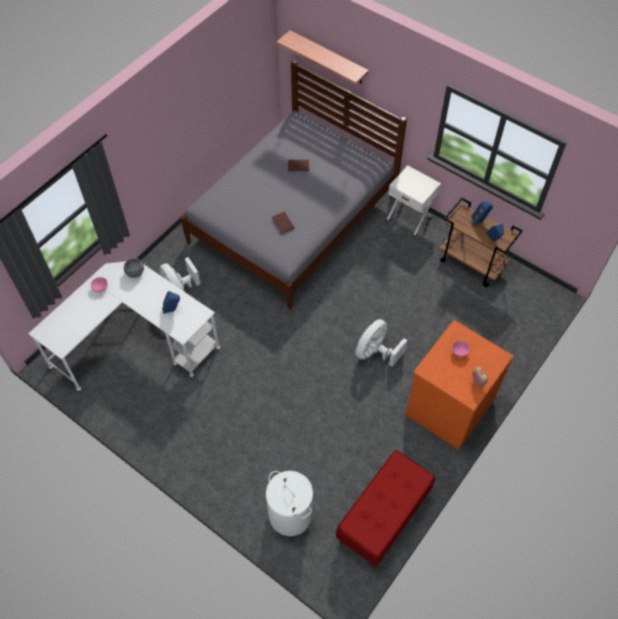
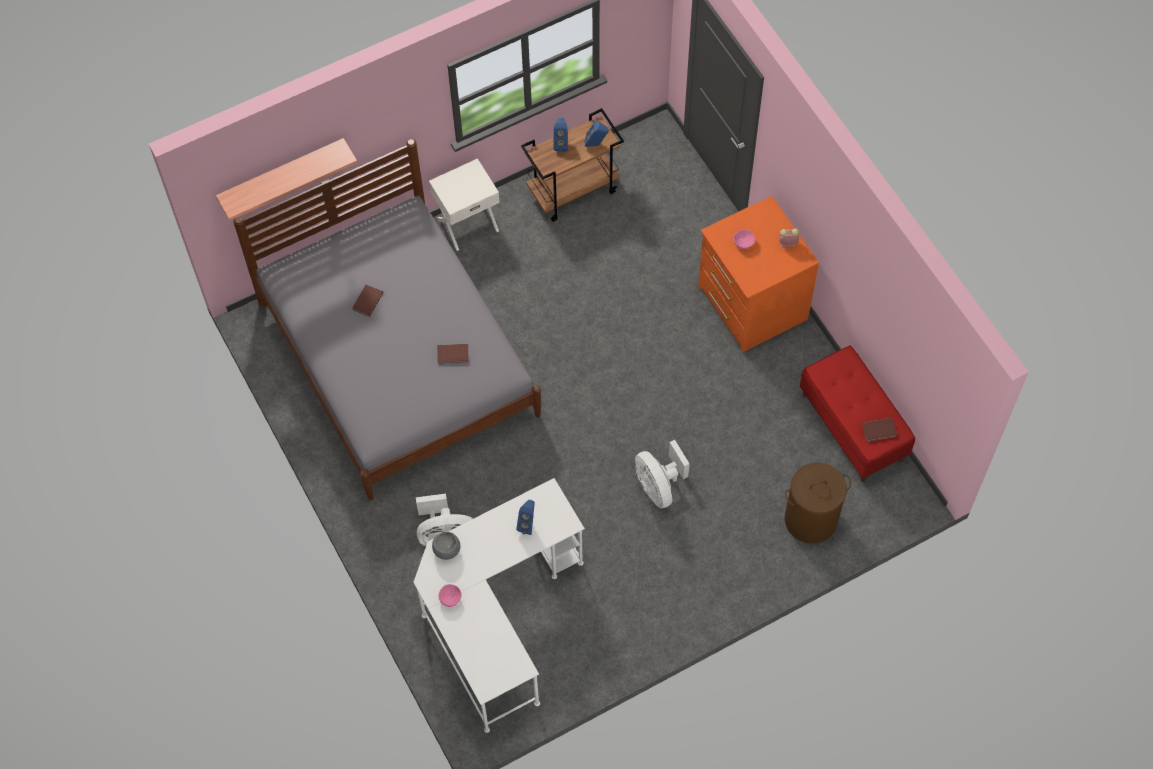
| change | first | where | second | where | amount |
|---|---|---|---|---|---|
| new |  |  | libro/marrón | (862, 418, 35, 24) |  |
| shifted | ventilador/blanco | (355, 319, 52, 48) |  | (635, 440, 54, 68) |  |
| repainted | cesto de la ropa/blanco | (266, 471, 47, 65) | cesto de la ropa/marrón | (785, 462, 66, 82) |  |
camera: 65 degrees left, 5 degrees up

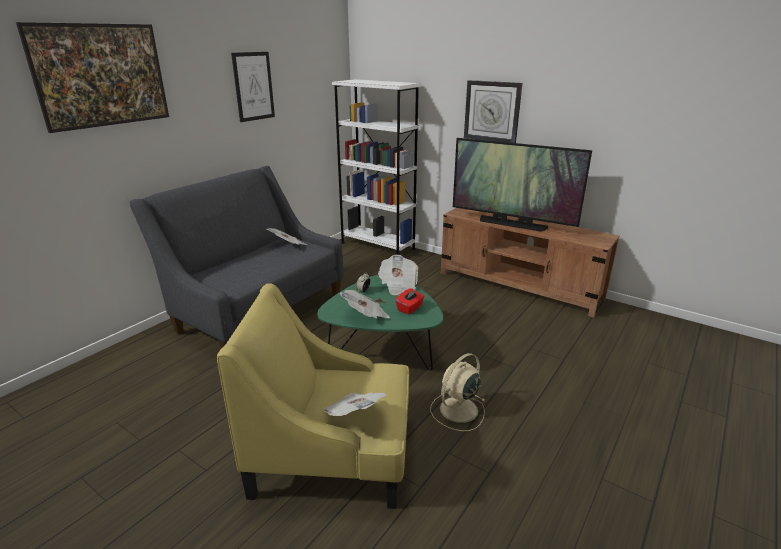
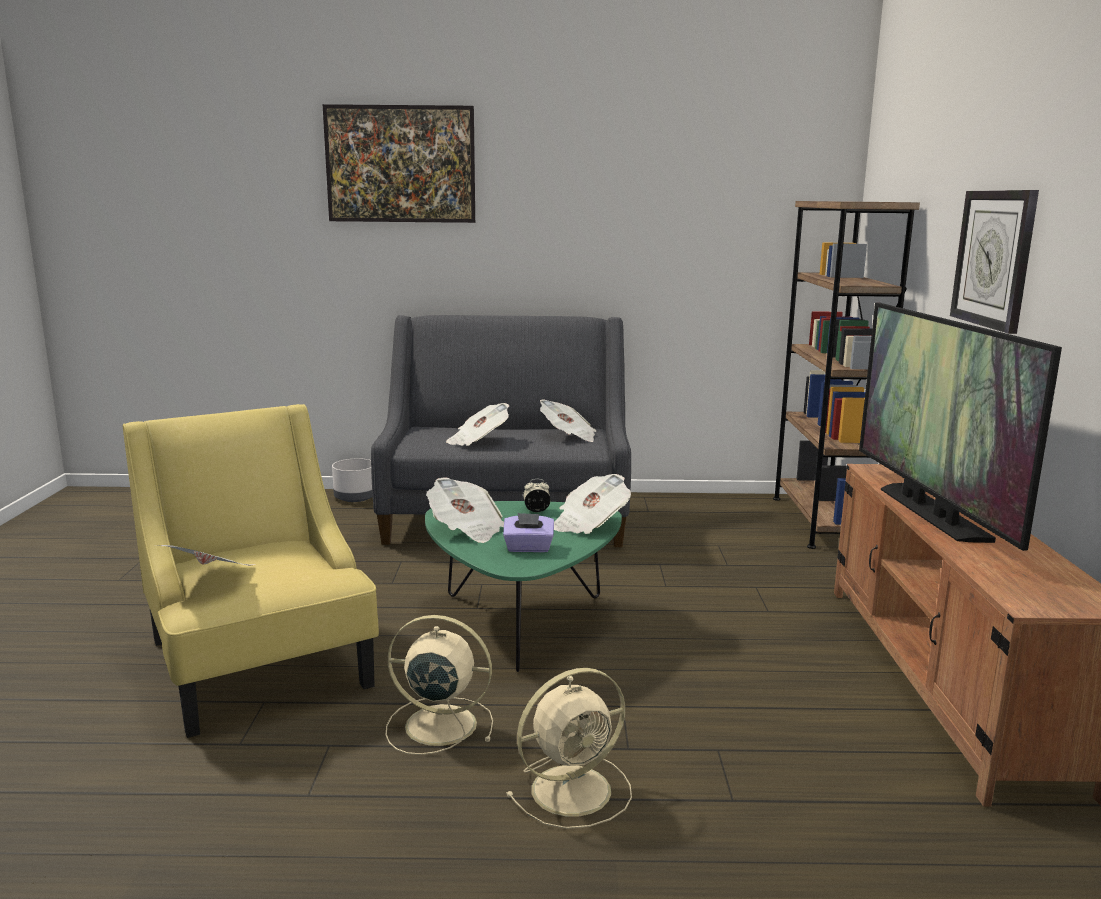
| change | first | where | second | where | amount |
|---|---|---|---|---|---|
| gone | cuadro | (231, 52, 44, 70) |  |  |  |
| new |  |  | maceta/gris | (332, 458, 41, 44) |  |
| new |  |  | periódico | (446, 403, 63, 43) |  |
| new |  |  | ventilador/beis | (506, 668, 126, 161) |  |
| repainted | estantería/blanco | (332, 79, 89, 176) | estantería/marrón | (773, 201, 147, 348) |  |
| repainted | caja de pañuelos/rojo | (396, 288, 28, 26) | caja de pañuelos/morado | (503, 513, 51, 39) |  |
camera: 55 degrees right, 10 degrees down

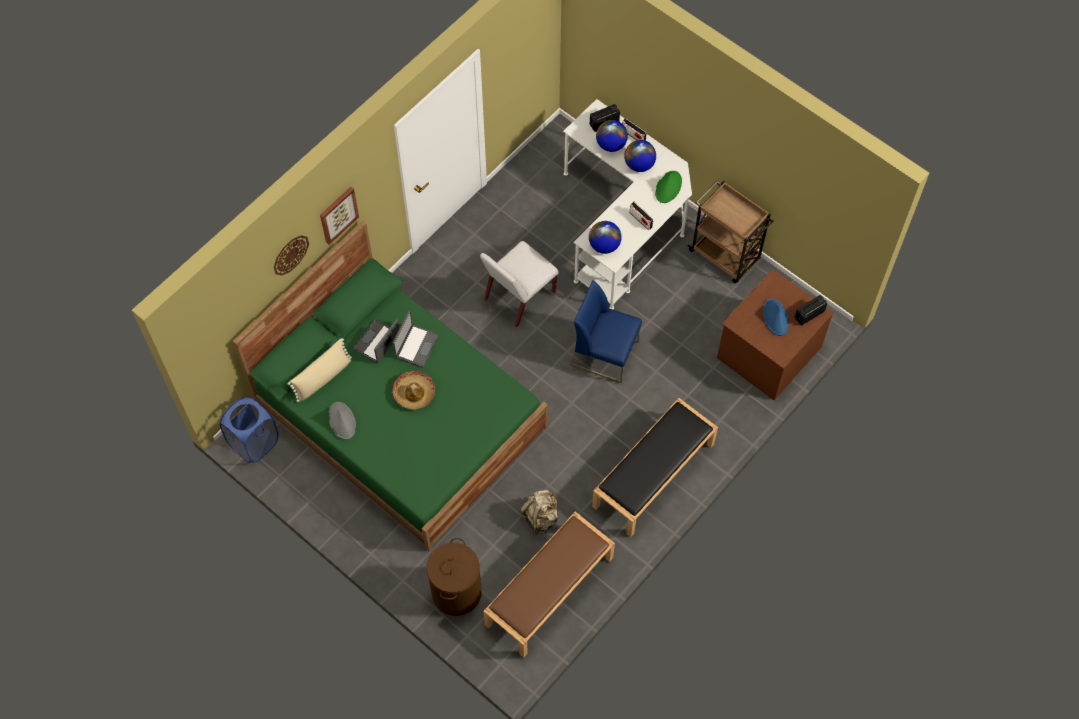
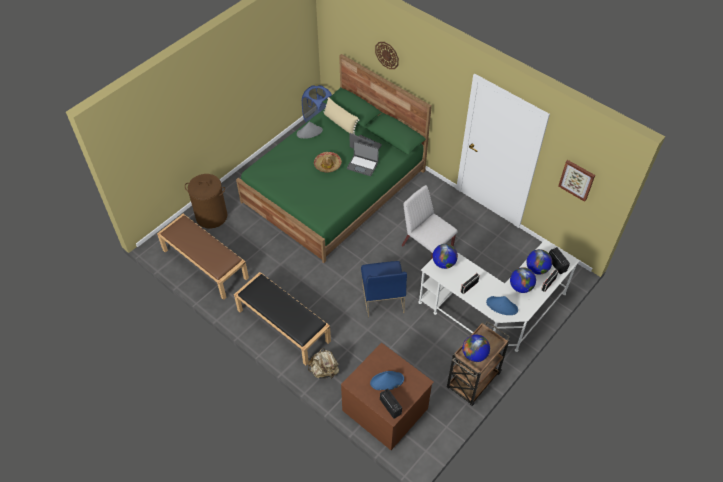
| change | first | where | second | where | amount |
|---|---|---|---|---|---|
| new |  |  | globo terráqueo | (462, 334, 28, 28) |  |
| shifted | cuadro | (320, 187, 39, 58) |  | (558, 160, 37, 42) |  |
| shifted | mochila/beis | (520, 490, 38, 45) |  | (308, 348, 31, 31) |  |
| repainted | sombrero/verde | (655, 171, 27, 32) | sombrero/azul | (486, 296, 32, 19) |  |
| rotated | silla/azul | (571, 280, 71, 103) |  | (361, 261, 46, 56) | 150 degrees clockwise |
camera: 90 degrees right, 10 degrees down

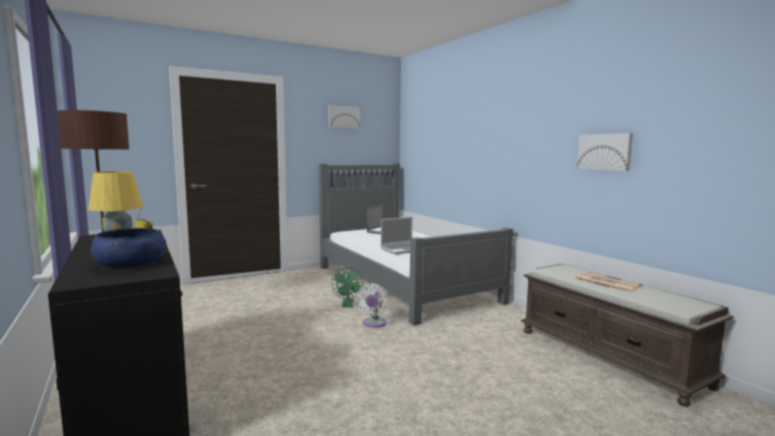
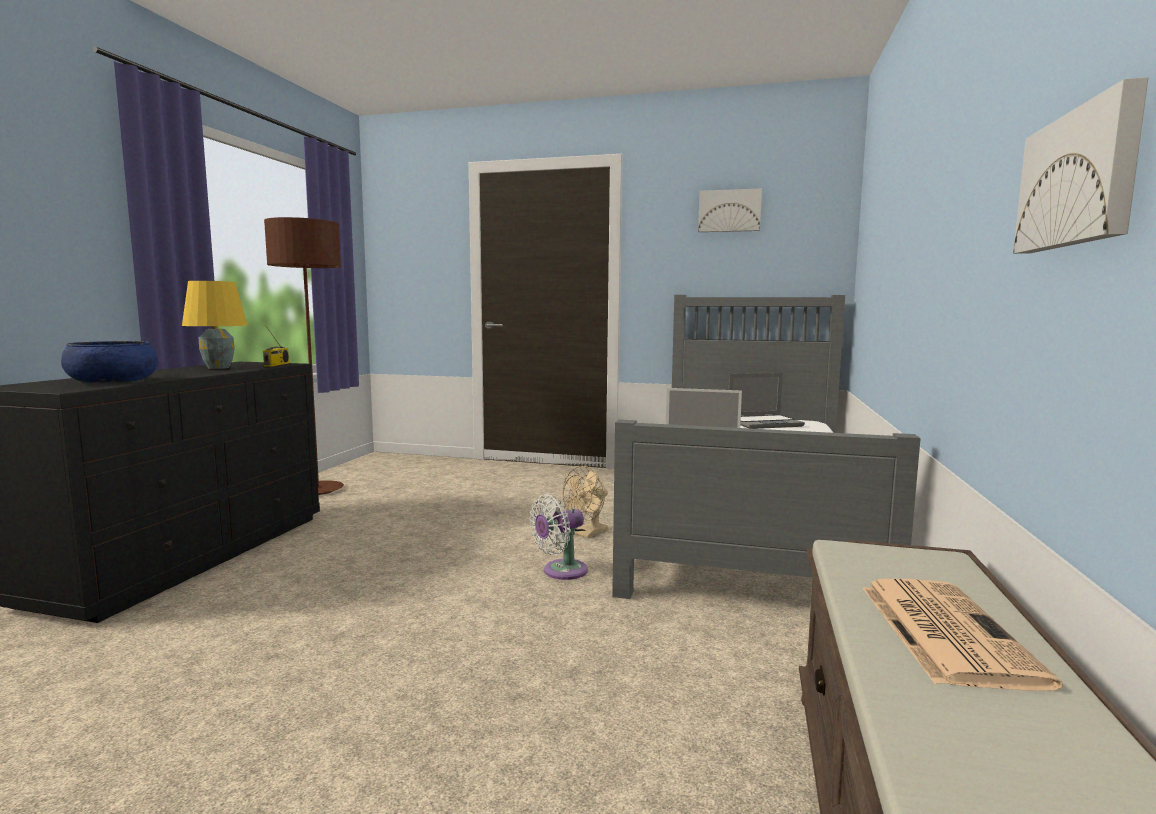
| change | first | where | second | where | amount |
|---|---|---|---|---|---|
| repainted | ventilador/verde | (332, 268, 31, 39) | ventilador/beis | (562, 466, 46, 72) |  |
camera: 45 degrees right, 0 degrees up

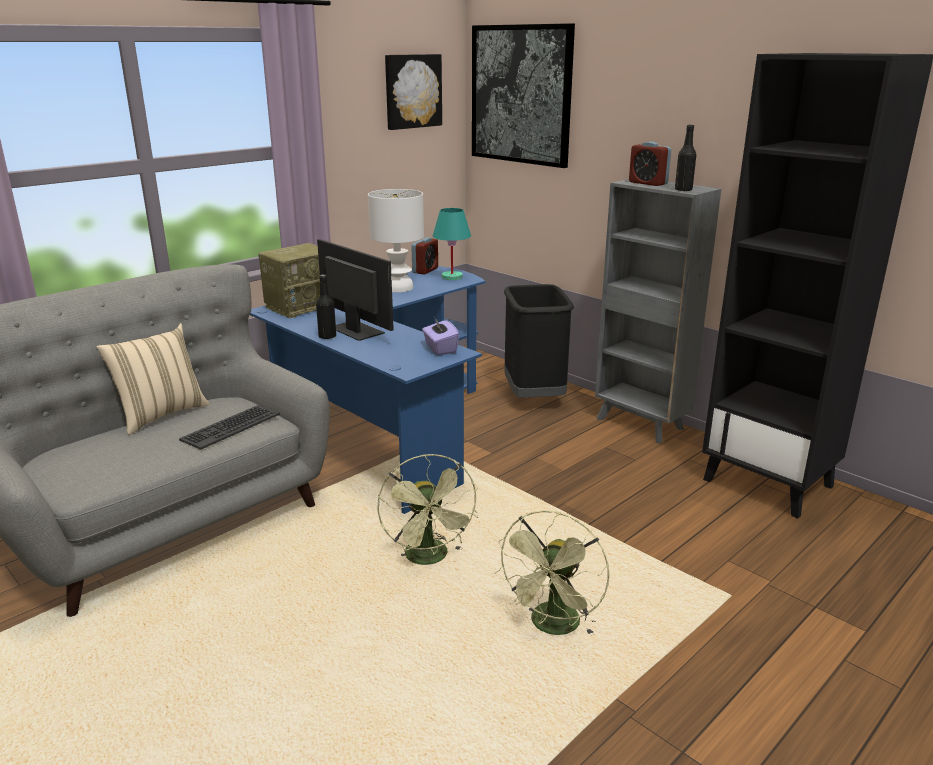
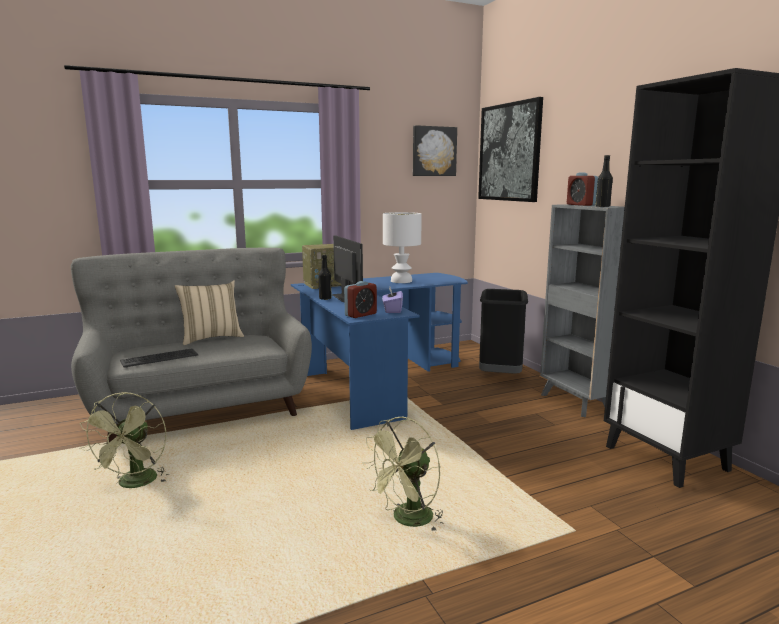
| change | first | where | second | where | amount |
|---|---|---|---|---|---|
| gone | lámpara de mesa/turquesa | (433, 208, 38, 72) |  |  |  |
| shifted | teclado | (179, 405, 101, 45) |  | (120, 349, 78, 19) |  |
| shifted | ventilador/verde | (377, 454, 101, 111) |  | (80, 392, 89, 96) |  |
| shifted | despertador | (411, 237, 27, 38) |  | (344, 281, 33, 37) |  |
camera: 20 degrees right, 10 degrees down

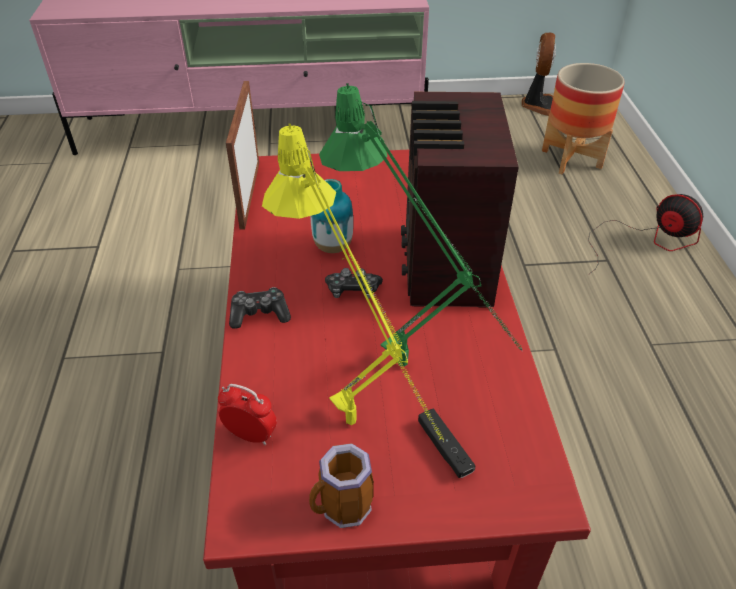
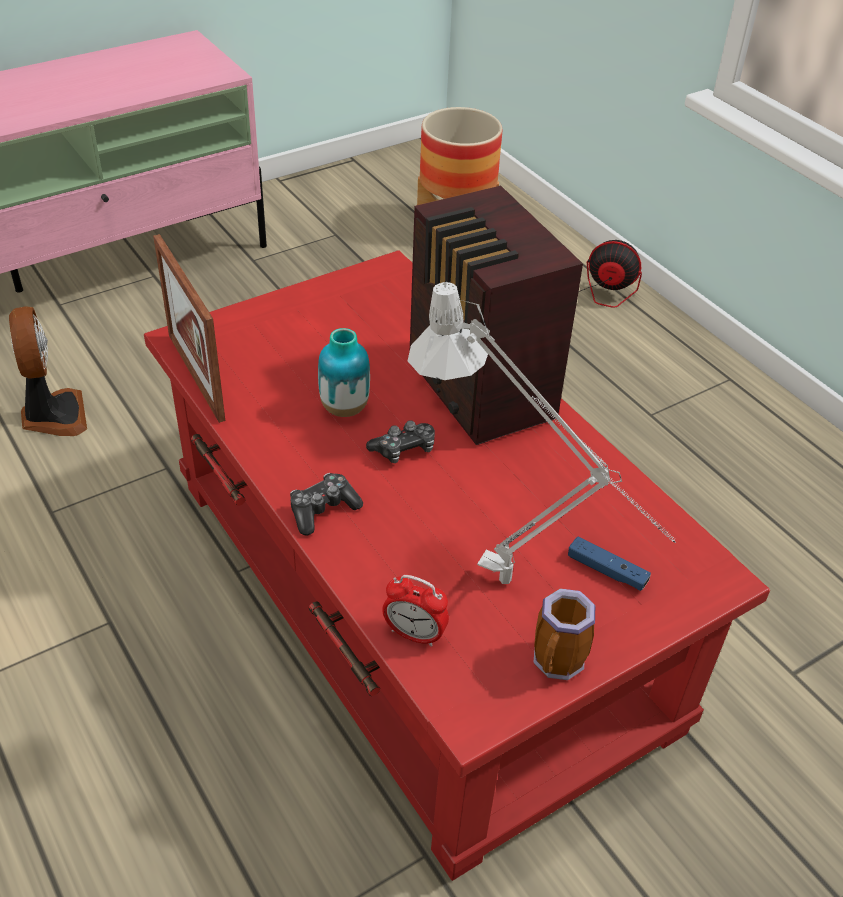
| change | first | where | second | where | amount |
|---|---|---|---|---|---|
| gone | lámpara de mesa/verde | (319, 83, 203, 284) |  |  |  |
| shifted | ventilador | (522, 33, 34, 83) |  | (9, 306, 78, 130) |  |
| repainted | lámpara de mesa/amarillo | (262, 123, 182, 319) | lámpara de mesa/gris | (408, 282, 268, 302) |  |
| repainted | mando de consola/negro | (418, 409, 58, 69) | mando de consola/azul | (568, 537, 83, 54) |  |
| rotated | despertador | (218, 384, 59, 61) |  | (382, 575, 67, 72) | 150 degrees counterclockwise |
camera: 30 degrees left, 0 degrees up

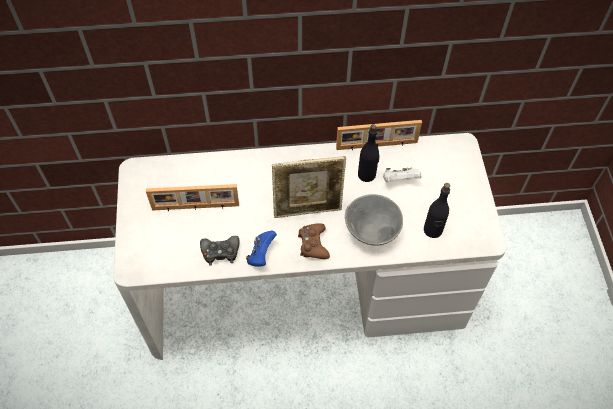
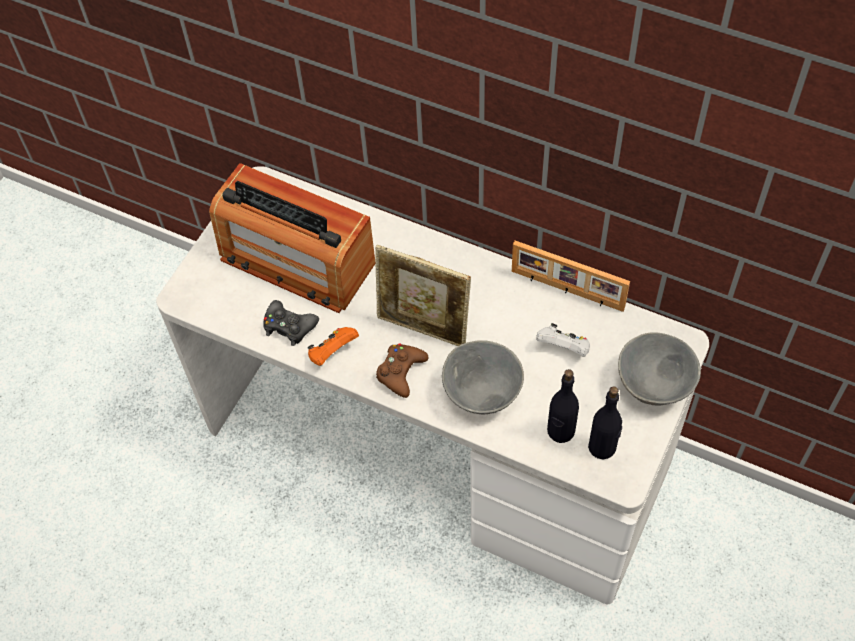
| change | first | where | second | where | amount |
|---|---|---|---|---|---|
| new |  |  | cuenco/gris | (618, 332, 83, 73) |  |
| shifted | botella/negro | (358, 124, 22, 58) |  | (588, 386, 34, 73) |  |
| swapped | portarretratos | (146, 184, 93, 27) | radio | (209, 163, 167, 150) |  |
| repainted | mando de consola/azul | (246, 231, 31, 36) | mando de consola/naranja | (307, 327, 52, 39) |  |
camera: 35 degrees right, 0 degrees up

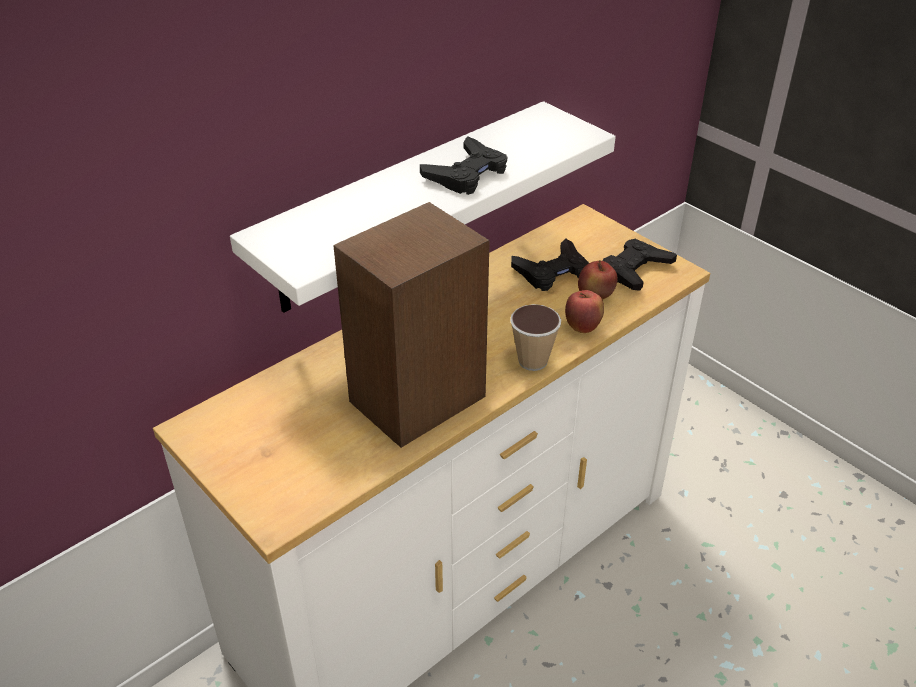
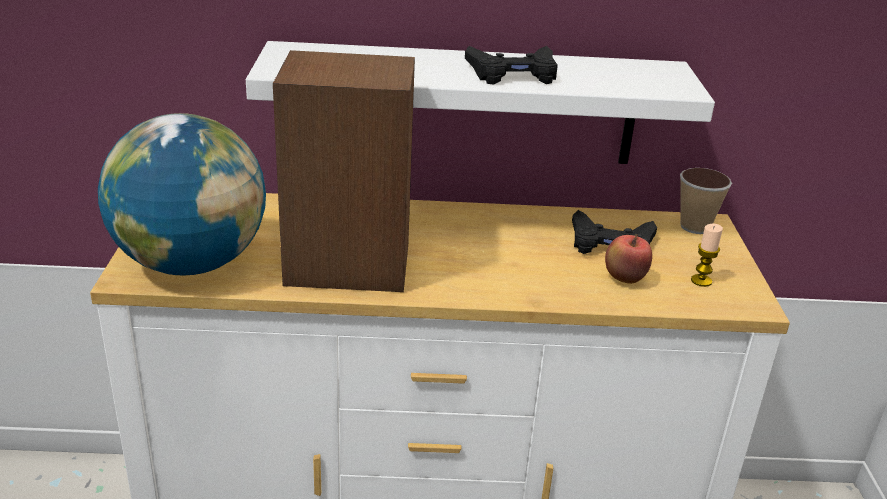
| change | first | where | second | where | amount |
|---|---|---|---|---|---|
| gone | manzana | (565, 290, 39, 43) |  |  |  |
| new |  |  | globo terráqueo | (98, 113, 168, 163) |  |
| shifted | taza | (510, 304, 51, 67) |  | (680, 168, 52, 66) |  |
| swapped | mando de consola/negro | (603, 239, 74, 52) | vela | (691, 224, 32, 63) |  |
camera: 40 degrees right, 10 degrees down

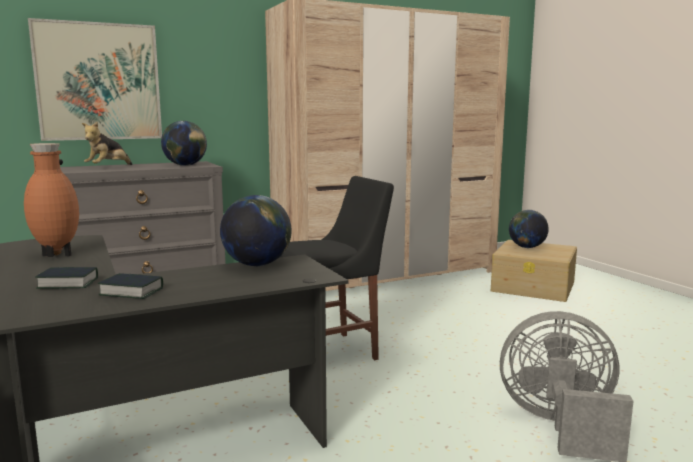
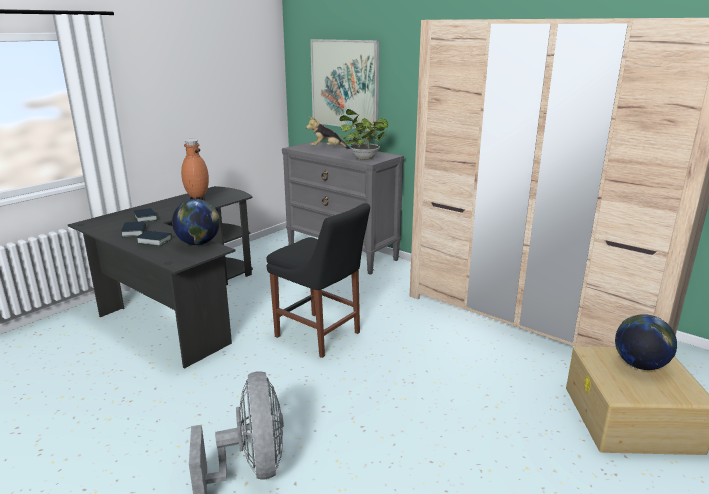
| change | first | where | second | where | amount |
|---|---|---|---|---|---|
| new |  |  | libro | (136, 231, 36, 15) |  |
| swapped | globo terráqueo | (161, 121, 46, 45) | planta en maceta | (339, 109, 49, 51) |  |
camera: 65 degrees right, 10 degrees up

